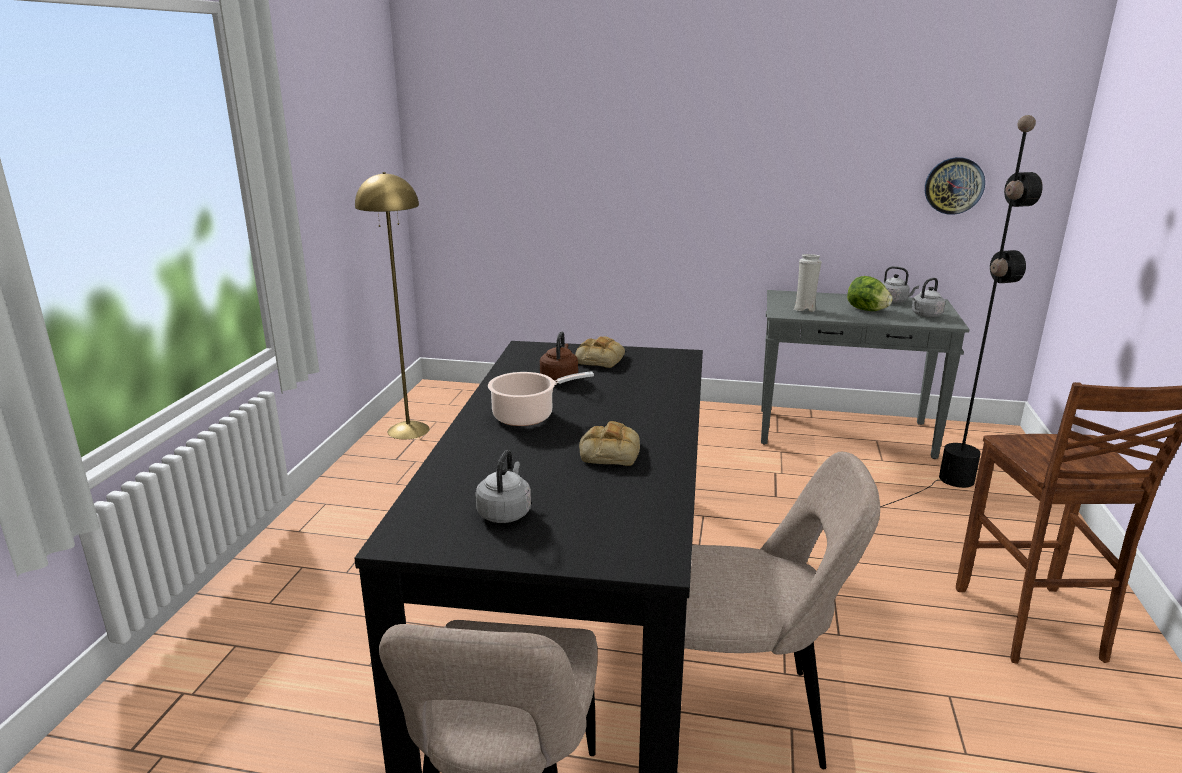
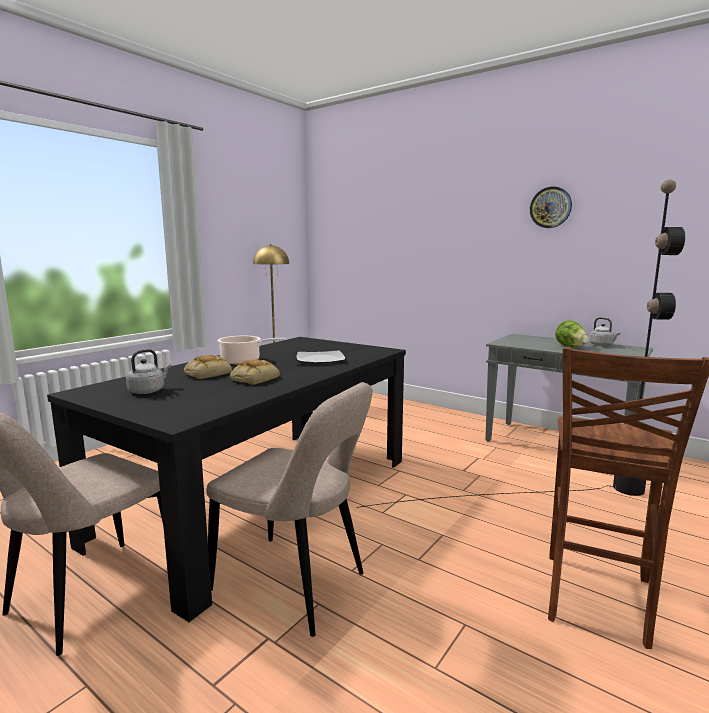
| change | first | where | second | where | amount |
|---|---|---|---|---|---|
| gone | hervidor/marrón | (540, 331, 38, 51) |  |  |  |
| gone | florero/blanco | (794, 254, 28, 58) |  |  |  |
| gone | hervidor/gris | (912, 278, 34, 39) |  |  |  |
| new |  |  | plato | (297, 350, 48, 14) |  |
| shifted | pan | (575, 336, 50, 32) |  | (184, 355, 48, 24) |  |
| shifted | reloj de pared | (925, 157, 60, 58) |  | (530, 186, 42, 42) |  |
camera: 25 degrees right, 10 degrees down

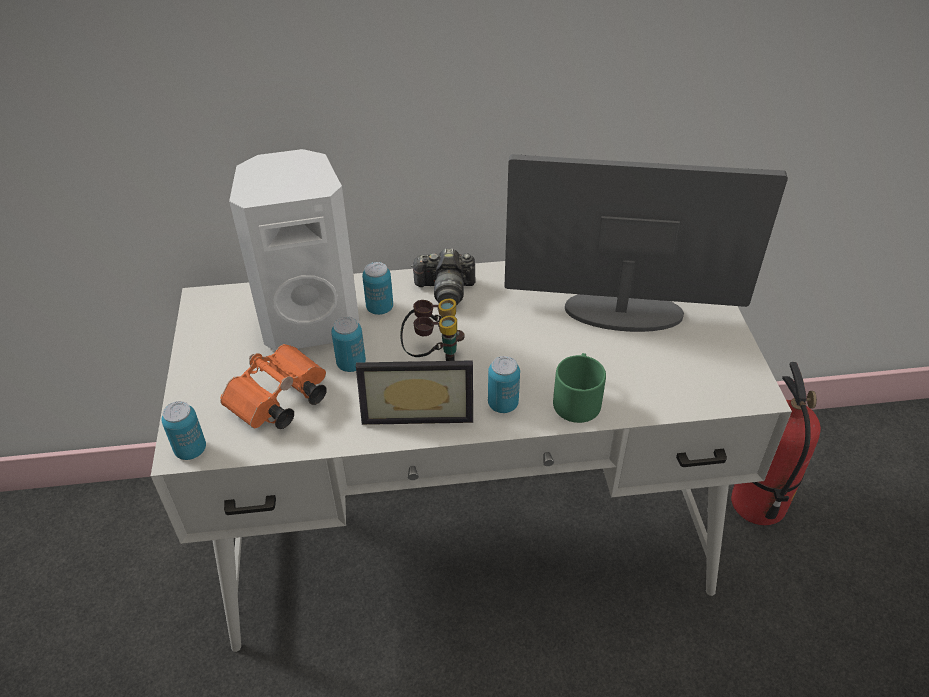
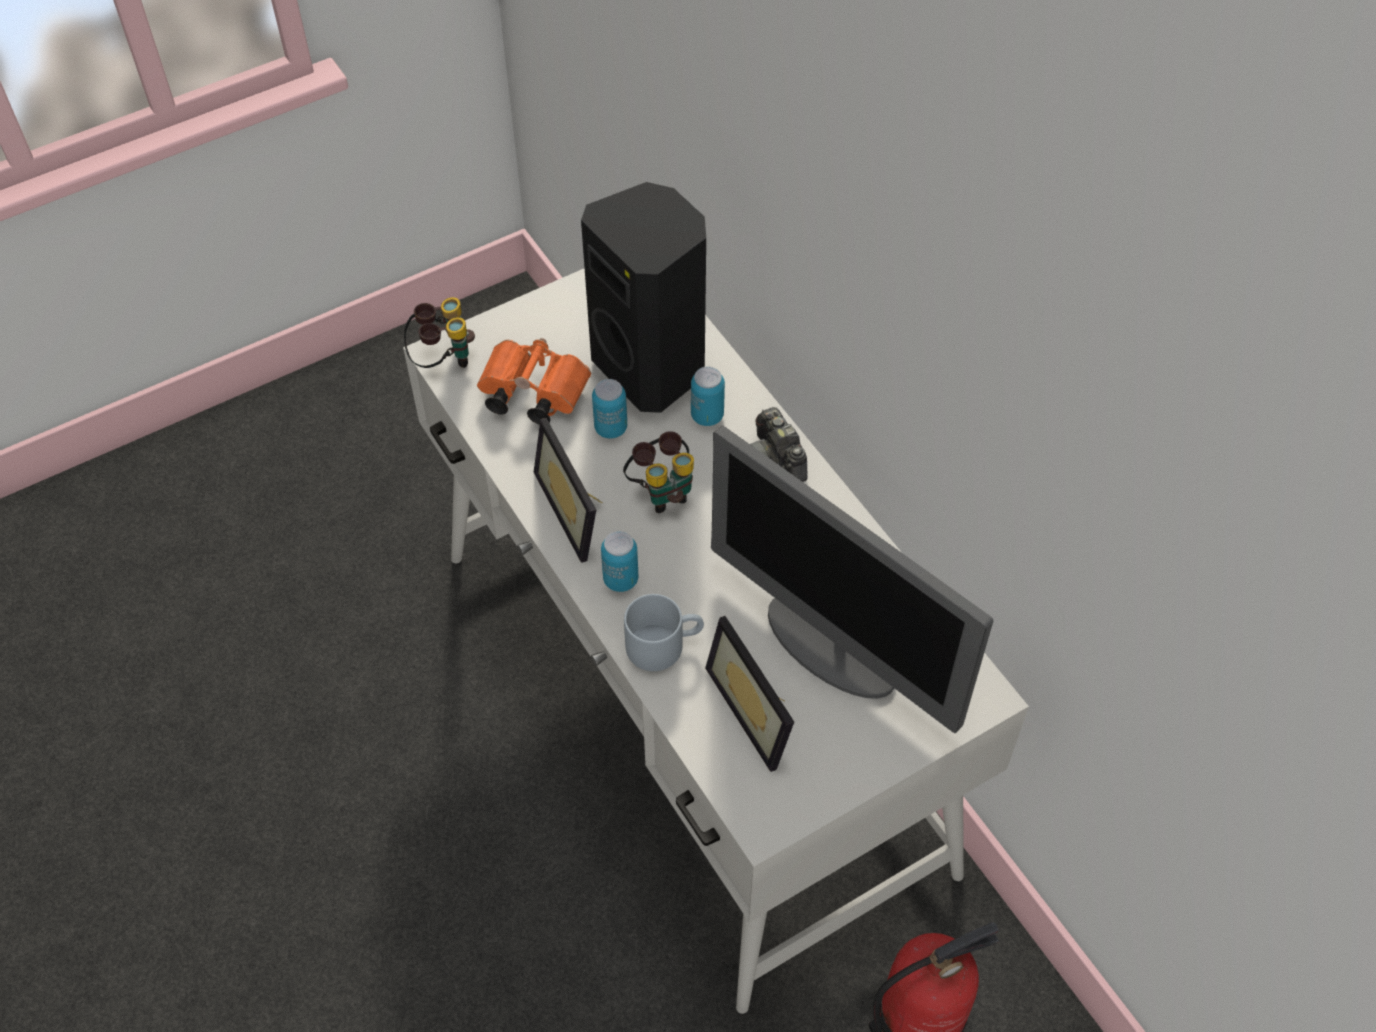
| change | first | where | second | where | amount |
|---|---|---|---|---|---|
| new |  |  | portarretratos | (705, 616, 89, 156) |  |
| swapped | lata | (161, 401, 45, 59) | prismáticos | (404, 297, 71, 71) |  |
| repainted | altavoz/blanco | (229, 149, 131, 202) | altavoz/negro | (581, 182, 125, 231) |  |
| repainted | taza grande/verde | (553, 353, 53, 70) | taza grande/gris | (624, 594, 80, 77) |  |
| rotated | monitor | (505, 154, 283, 178) |  | (711, 425, 282, 308) | 150 degrees clockwise |
camera: 65 degrees right, 10 degrees up

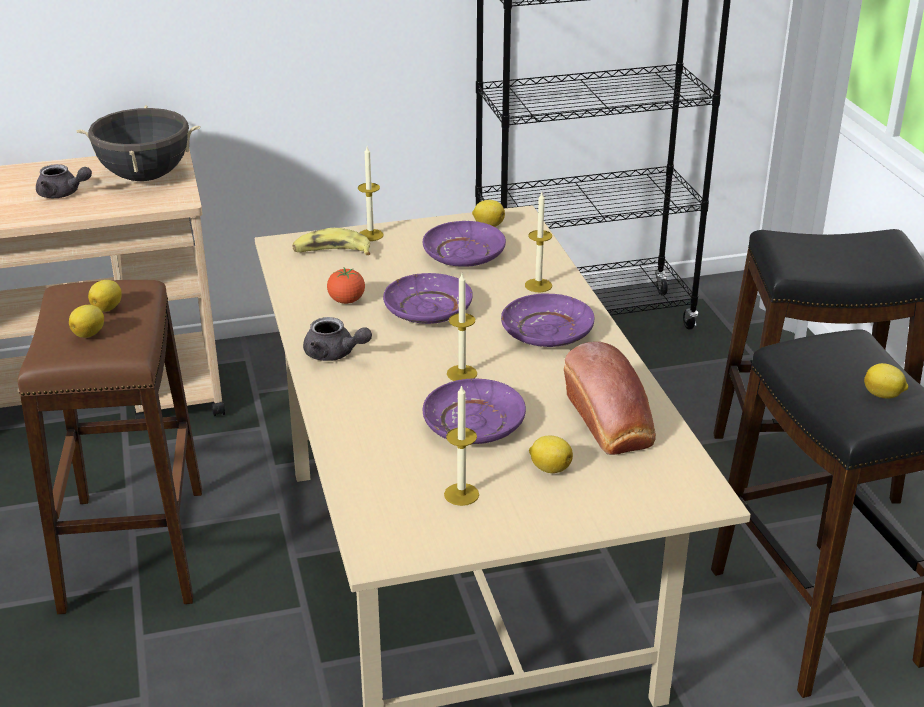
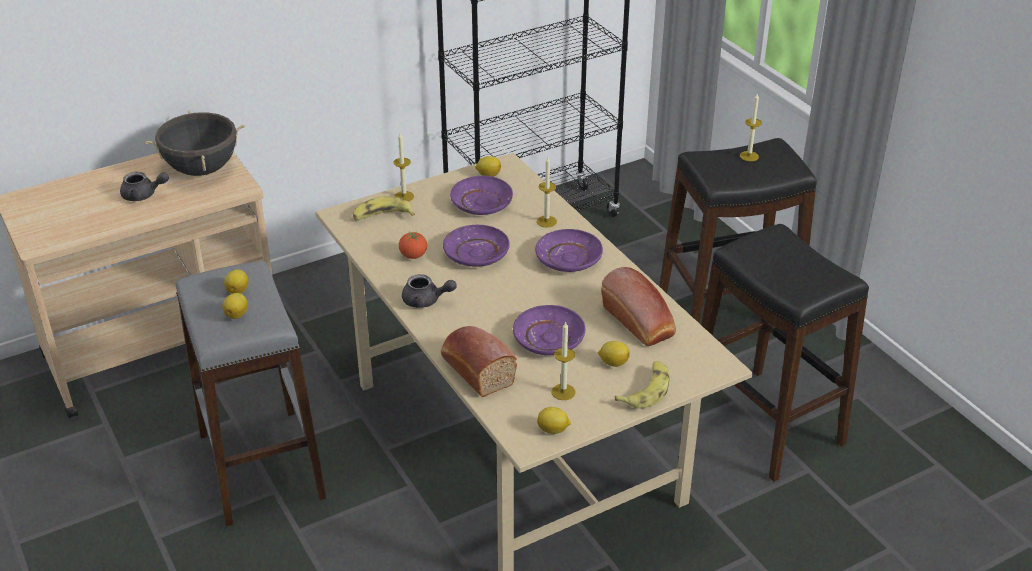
| change | first | where | second | where | amount |
|---|---|---|---|---|---|
| new |  |  | pan | (441, 326, 76, 71) |  |
| new |  |  | plátano | (614, 361, 56, 47) |  |
| shifted | vela | (447, 274, 30, 107) |  | (740, 94, 22, 67) |  |
| shifted | limón | (864, 363, 44, 36) |  | (537, 407, 34, 27) |  |
| repainted | taburete/marrón | (18, 280, 184, 334) | taburete/gris | (176, 261, 150, 265) |  |
camera: 15 degrees left, 5 degrees up

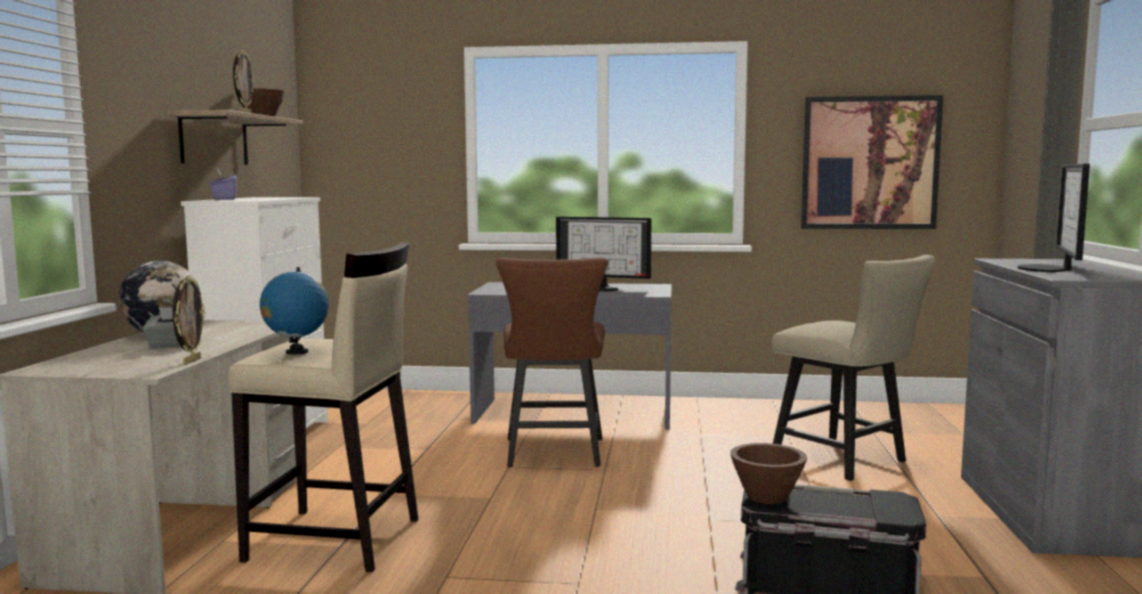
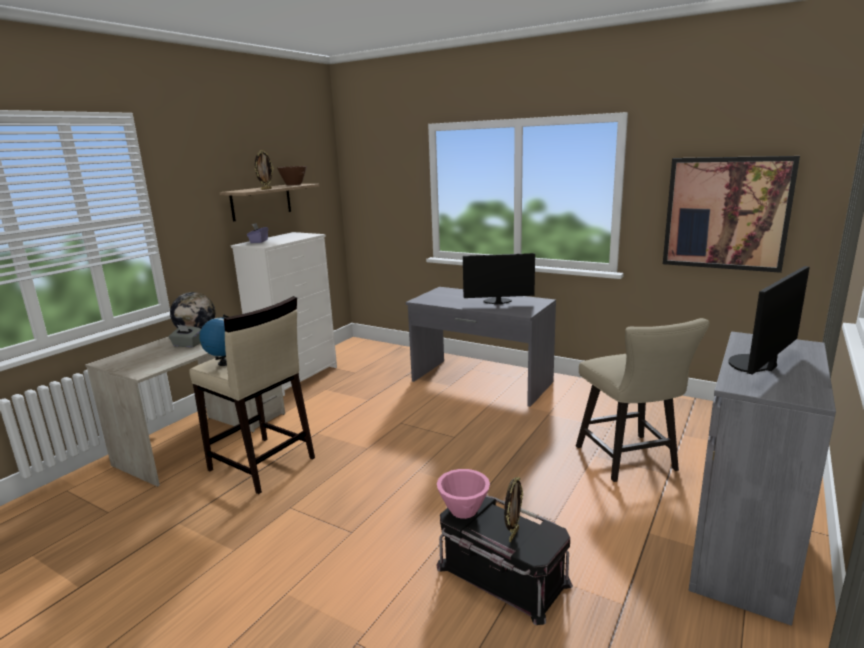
| change | first | where | second | where | amount |
|---|---|---|---|---|---|
| gone | silla/marrón | (496, 257, 112, 210) |  |  |  |
| shifted | portarretratos | (173, 275, 32, 90) |  | (504, 477, 19, 65) |  |
| repainted | cuenco/marrón | (730, 443, 77, 61) | cuenco/rosa | (437, 469, 53, 50) |  |
| rotated | monitor | (556, 217, 95, 75) |  | (463, 253, 72, 52) | 135 degrees clockwise |
camera: 25 degrees right, 10 degrees up

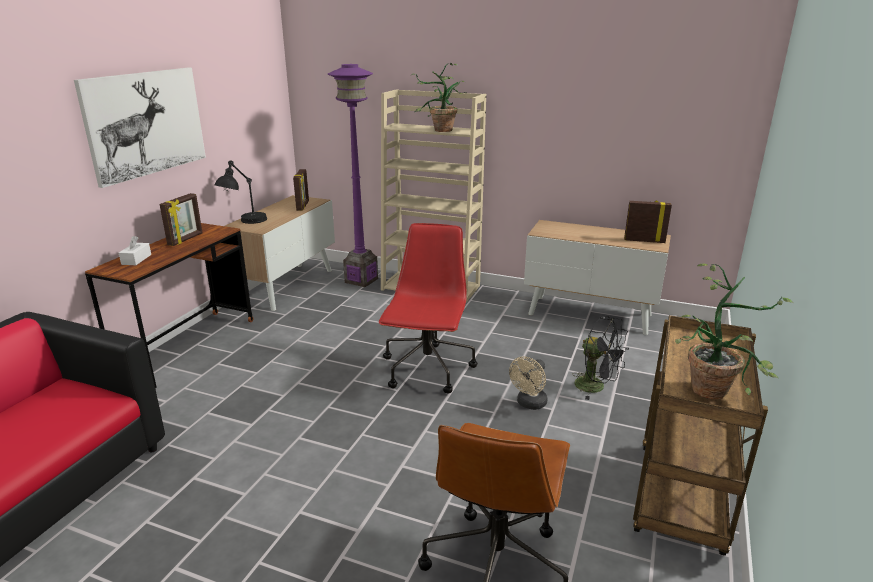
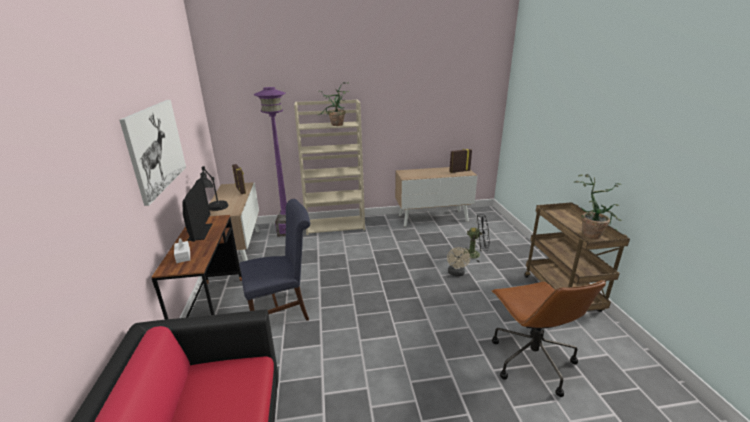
| change | first | where | second | where | amount |
|---|---|---|---|---|---|
| gone | silla de oficina/rojo | (379, 223, 99, 171) |  |  |  |
| new |  |  | silla/azul | (239, 199, 71, 122) |  |
| swapped | portarretratos | (160, 193, 43, 53) | monitor | (182, 179, 30, 63) |  |
camera: 30 degrees left, 0 degrees up

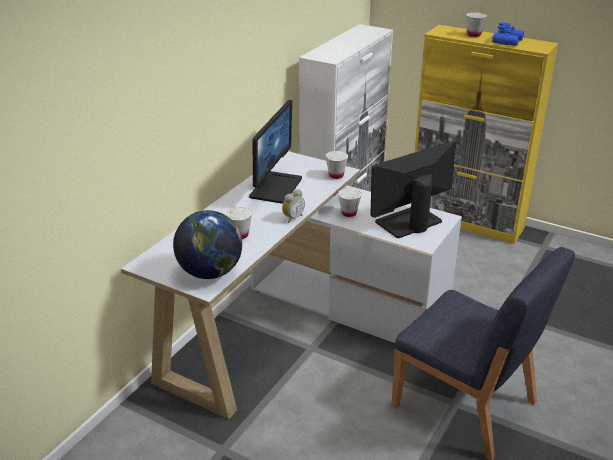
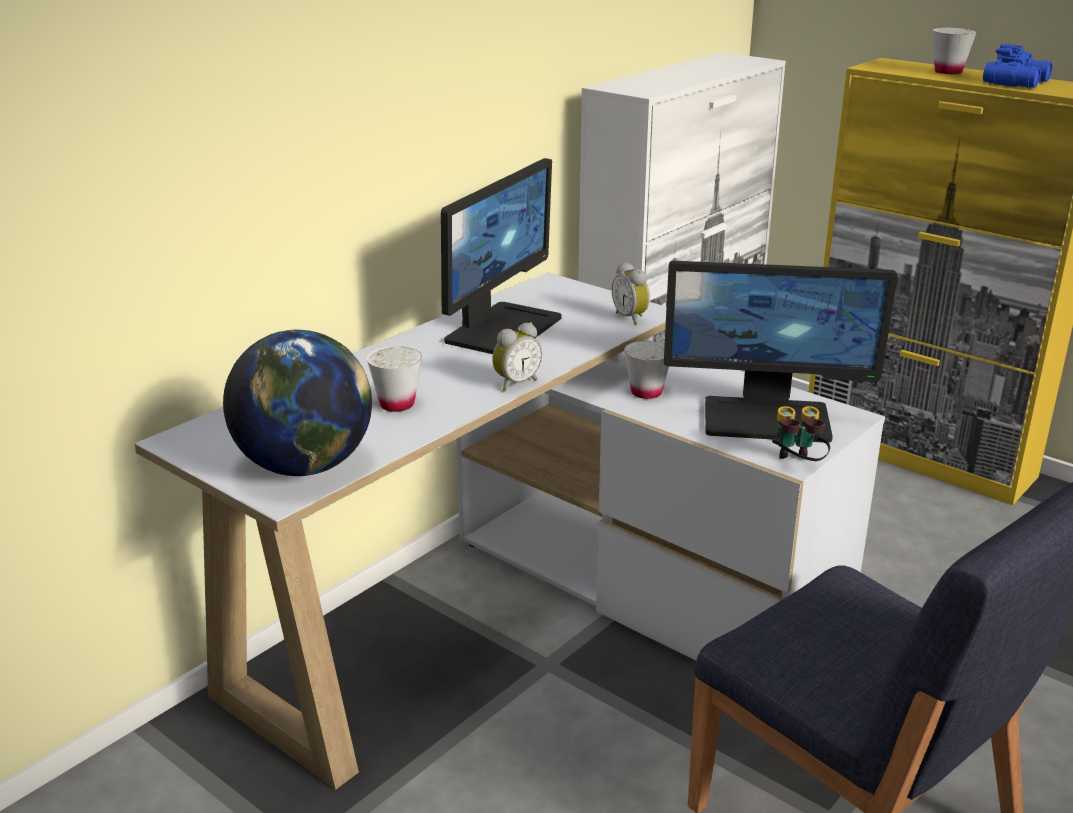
| change | first | where | second | where | amount |
|---|---|---|---|---|---|
| new |  |  | prismáticos | (772, 406, 58, 55) |  |
| swapped | taza/blanco | (325, 151, 23, 28) | despertador | (612, 262, 38, 63) |  |
| rotated | monitor | (371, 141, 85, 97) |  | (664, 261, 234, 182) | 150 degrees counterclockwise |
camera: 10 degrees right, 5 degrees down

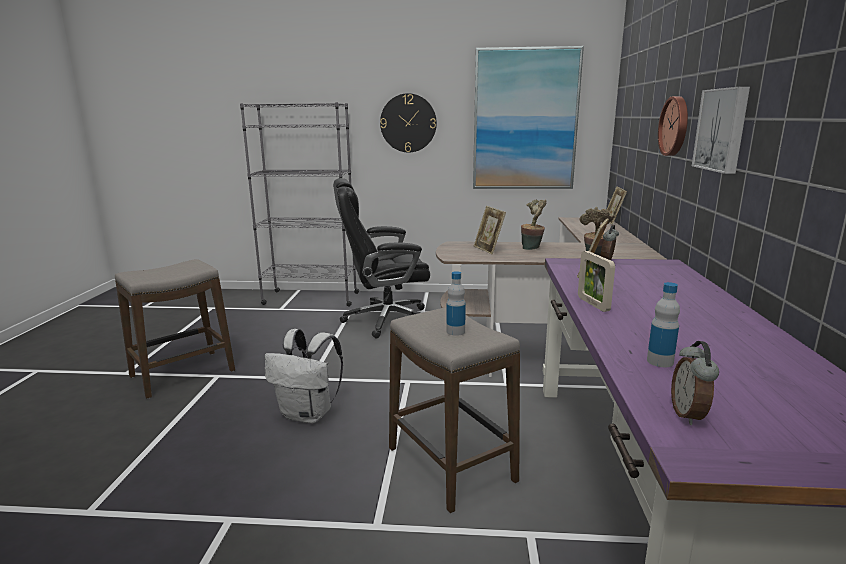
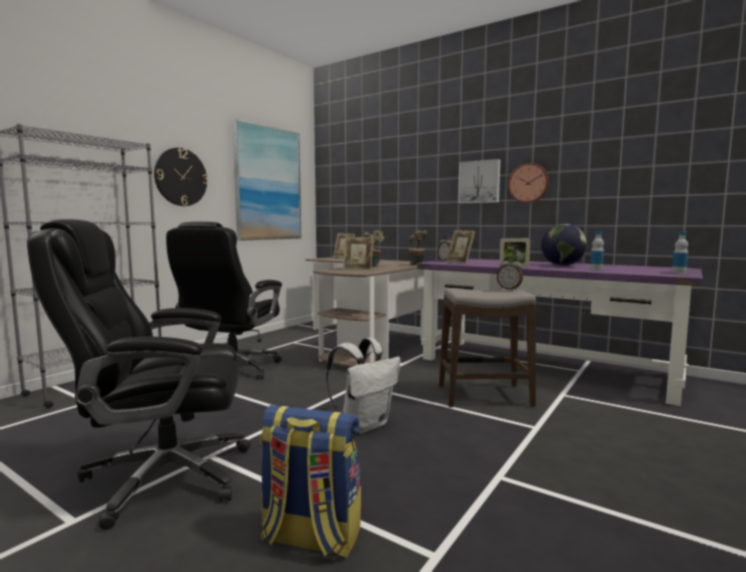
| change | first | where | second | where | amount |
|---|---|---|---|---|---|
| new |  |  | mochila | (260, 405, 101, 152) |  |
| new |  |  | globo terráqueo | (541, 224, 46, 42) |  |
| shifted | botella | (446, 271, 20, 65) |  | (672, 232, 16, 41) |  |
| shifted | reloj de pared | (658, 96, 30, 60) |  | (508, 163, 41, 40) |  |
| shifted | despertador | (671, 341, 48, 84) |  | (497, 257, 26, 33) |  |
| swapped | taburete | (115, 259, 120, 140) | silla de oficina/negro | (27, 219, 224, 311) |  |
camera: 60 degrees left, 10 degrees down

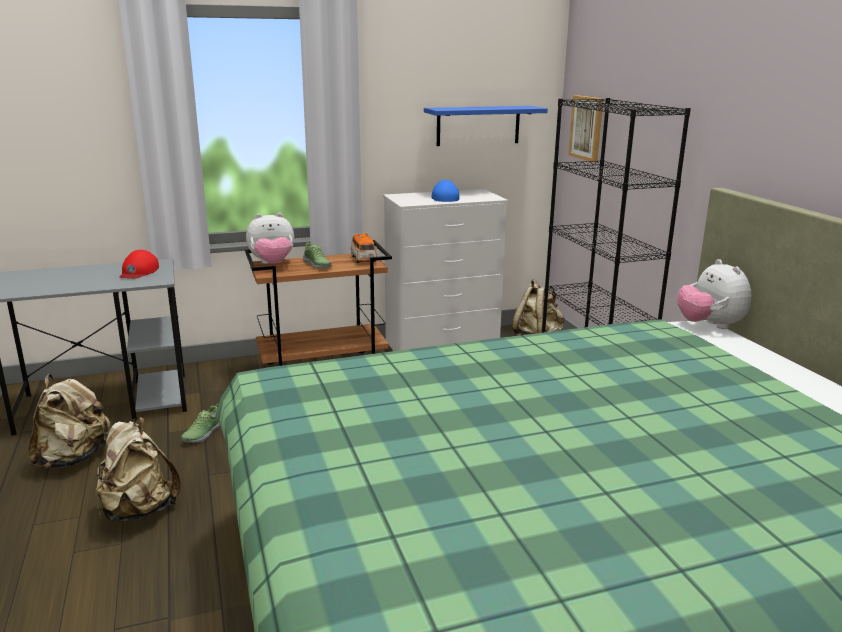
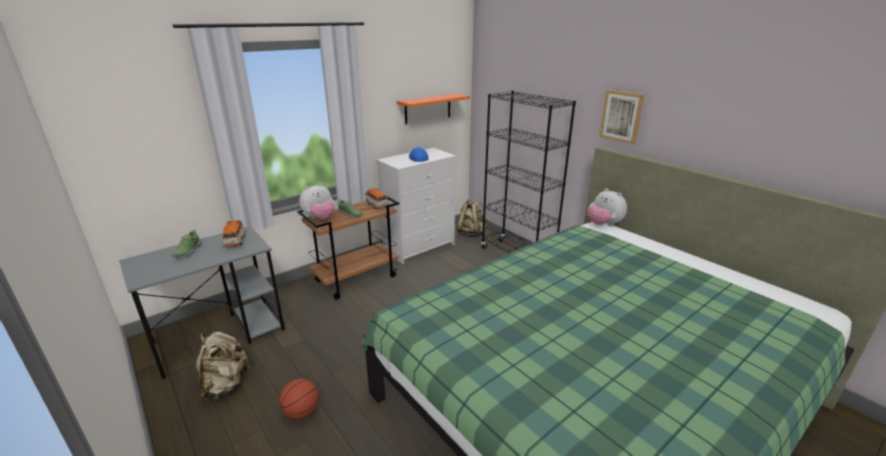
| change | first | where | second | where | amount |
|---|---|---|---|---|---|
| shifted | zapato | (181, 404, 40, 39) |  | (172, 229, 30, 29) |  |
| shifted | cuadro | (568, 95, 35, 67) |  | (599, 90, 45, 54) |  |
| swapped | mochila/beis | (95, 417, 86, 105) | balón de baloncesto | (279, 379, 40, 40) |  |
| swapped | gorra/rojo | (120, 250, 39, 28) | coche de juguete | (221, 220, 24, 27) |  |
| repainted | estante/azul | (424, 106, 124, 40) | estante/naranja | (397, 93, 73, 31) |  |
camera: 20 degrees left, 5 degrees up

